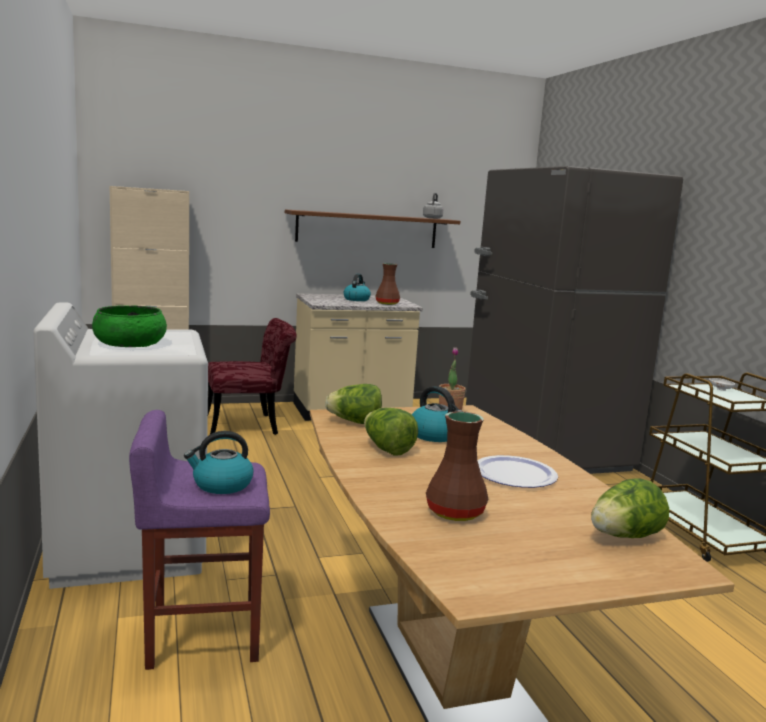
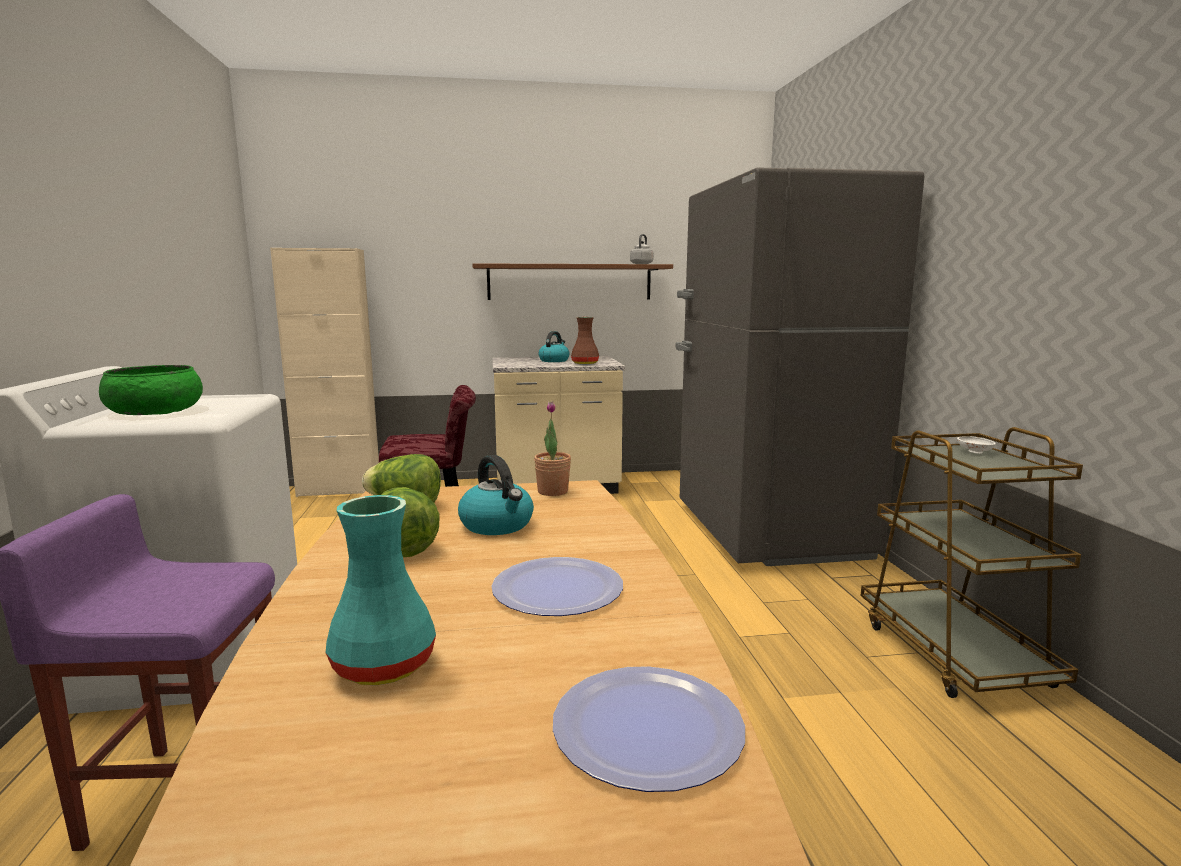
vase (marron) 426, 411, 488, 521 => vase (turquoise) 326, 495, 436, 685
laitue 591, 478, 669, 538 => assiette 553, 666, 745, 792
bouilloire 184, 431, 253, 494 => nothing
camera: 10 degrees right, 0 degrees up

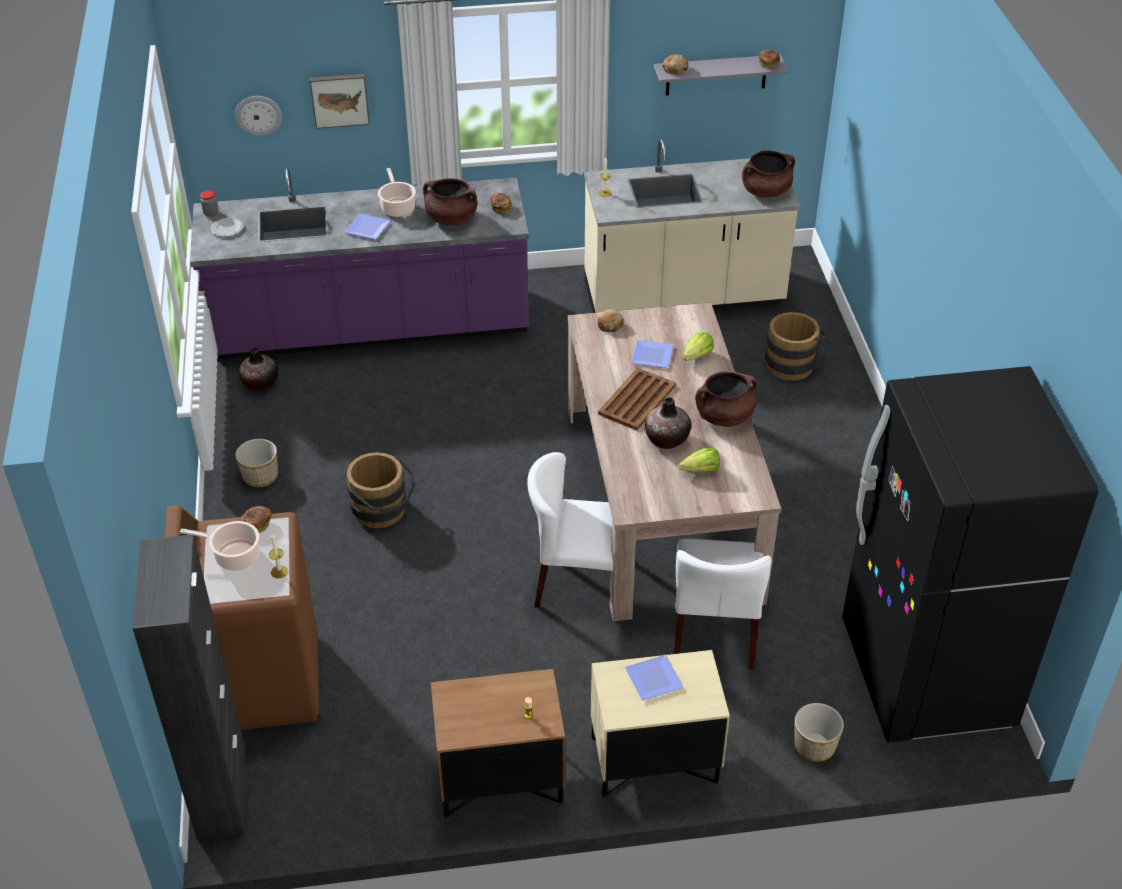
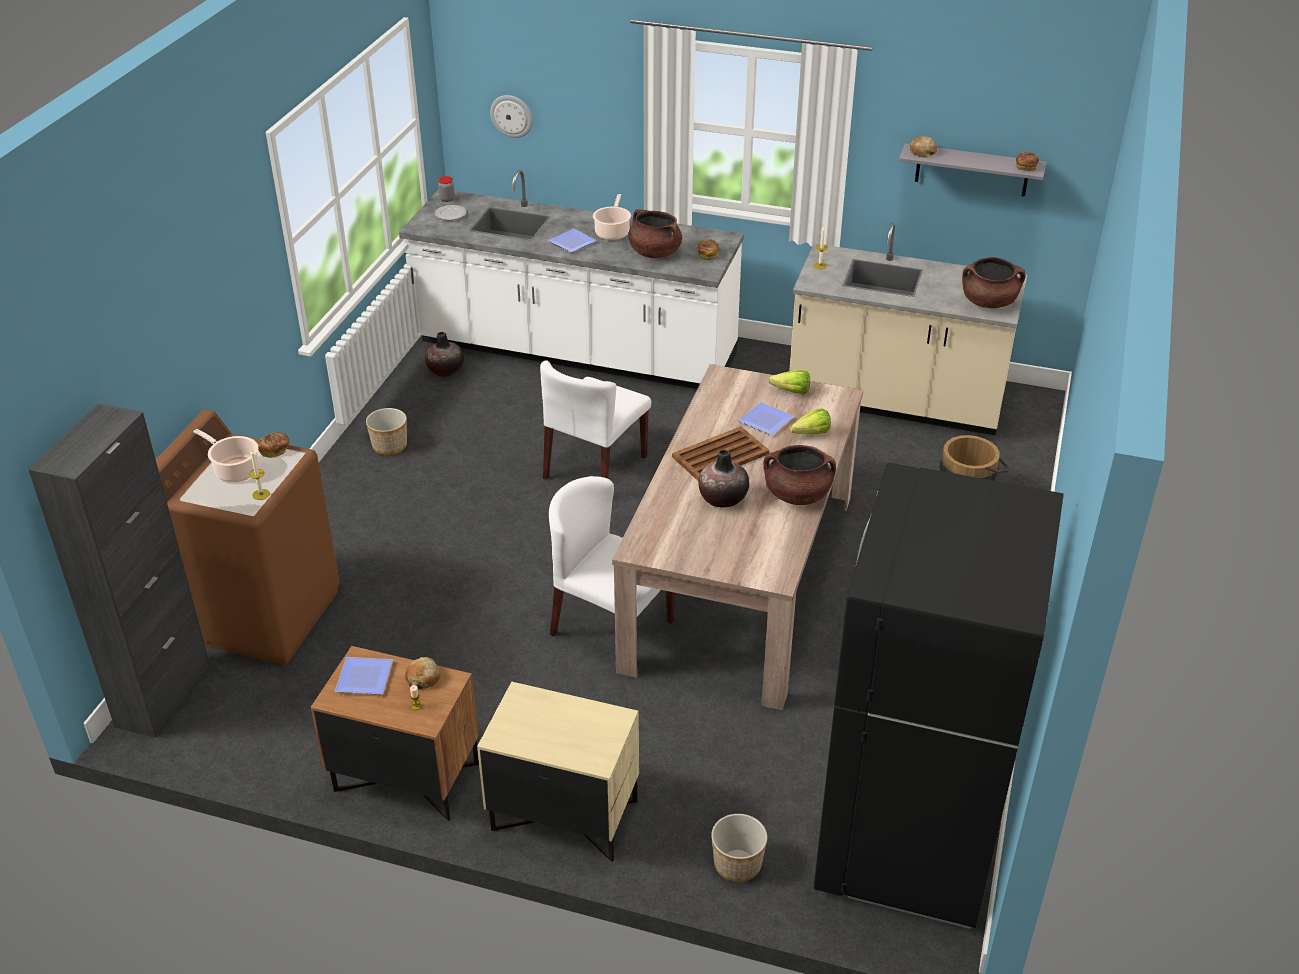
assiette 625, 655, 684, 701 => assiette 335, 657, 393, 695, moved
comptoir de cuisine (violet) 190, 168, 529, 359 => comptoir de cuisine (blanc) 399, 170, 744, 389
pain 598, 309, 624, 332 => pain 405, 657, 441, 689, moved
chaise (blanc) 674, 538, 771, 669 => chaise (blanc) 540, 360, 651, 480, moved
laitue 678, 447, 720, 472 => laitue 769, 370, 810, 395, moved
tableau 310, 74, 370, 129 => nothing
seau (marron) 347, 452, 415, 528 => nothing
camera: 25 degrees right, 5 degrees down

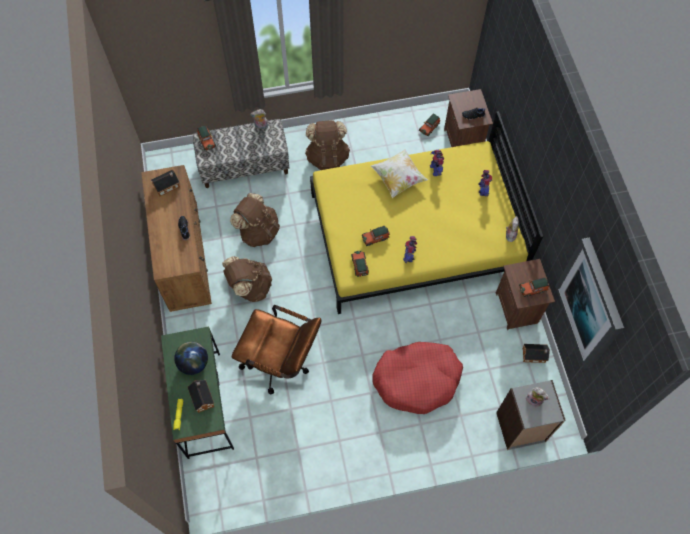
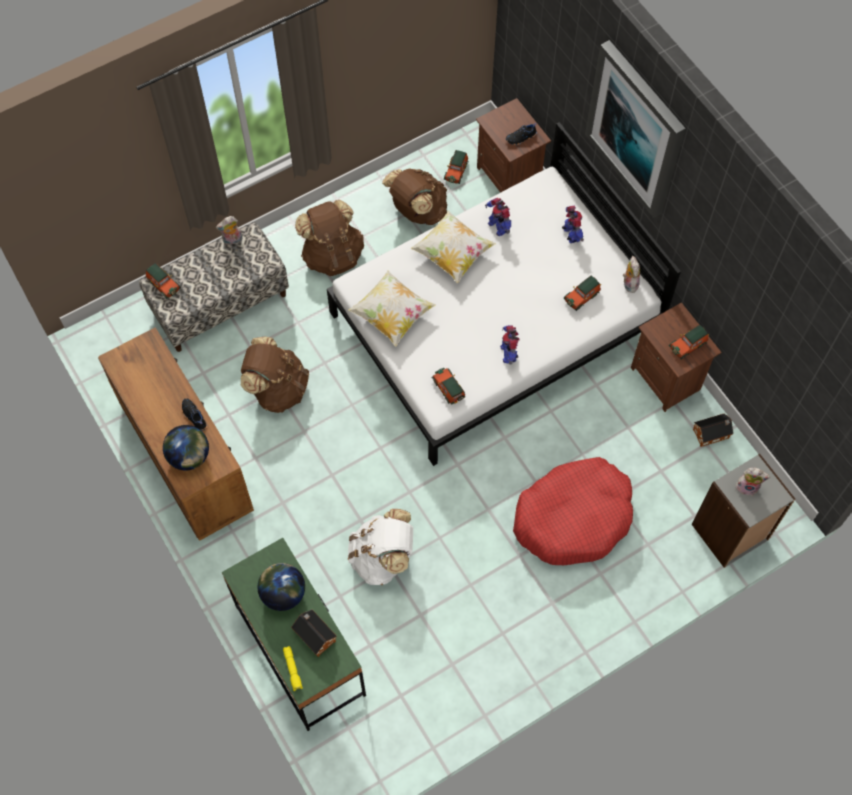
nothing => globe 163, 425, 209, 471
lit (jaune) 310, 111, 543, 314 => lit (blanc) 327, 122, 681, 466
chaise de bureau (marron) 232, 305, 321, 394 => sac à dos (blanc) 348, 509, 413, 585
nothing => coussin 349, 271, 436, 346
sac à dos (marron) 222, 256, 272, 302 => sac à dos (marron) 382, 168, 447, 225, moved
petite voiture 362, 226, 390, 246 => petite voiture 563, 276, 601, 311, moved
tableau 555, 237, 624, 369 => tableau 585, 40, 686, 218, moved
maison miniature 151, 170, 180, 196 => nothing
camera: 20 degrees left, 0 degrees up

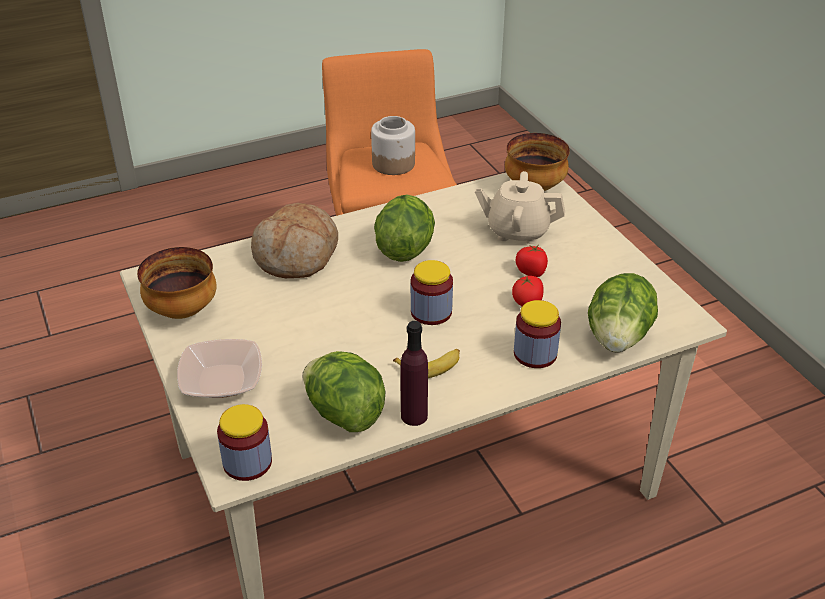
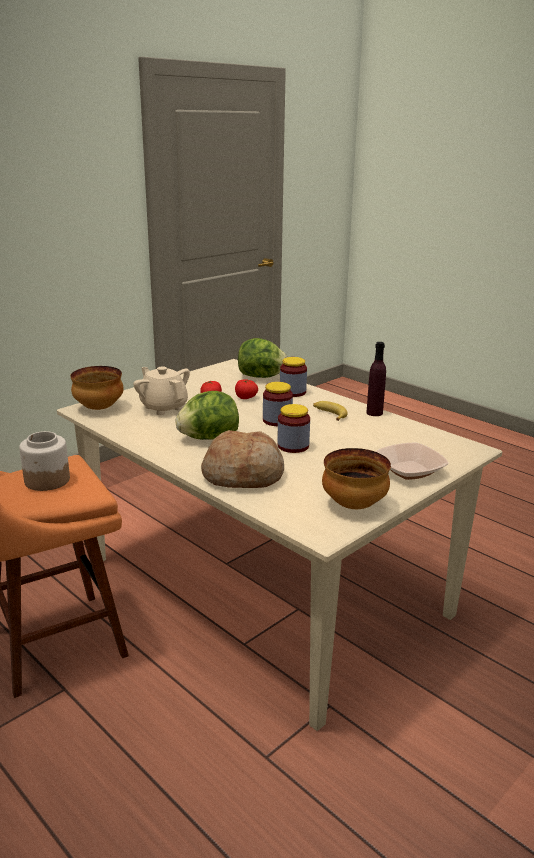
théière (beige) 475, 171, 565, 244 => théière (beige) 133, 366, 190, 415, 150 degrees clockwise
bocal 217, 404, 272, 481 => bocal 277, 404, 310, 453, moved
laitue 303, 351, 386, 432 => nothing
camera: 110 degrees left, 15 degrees down

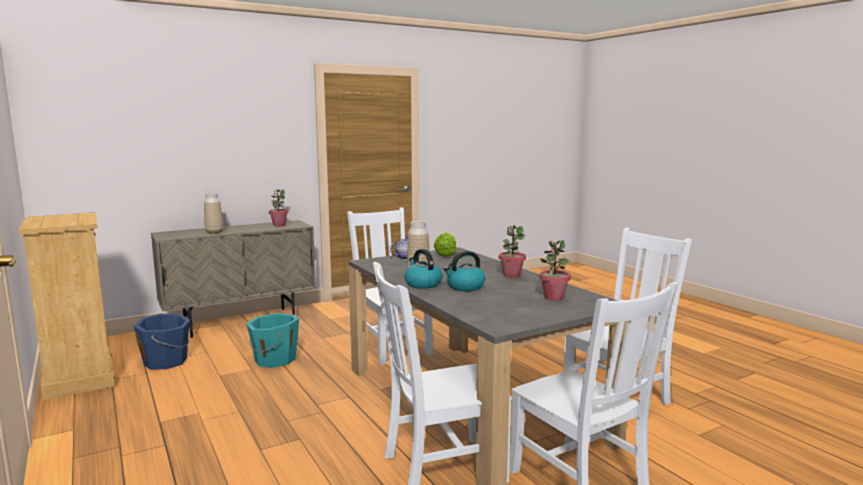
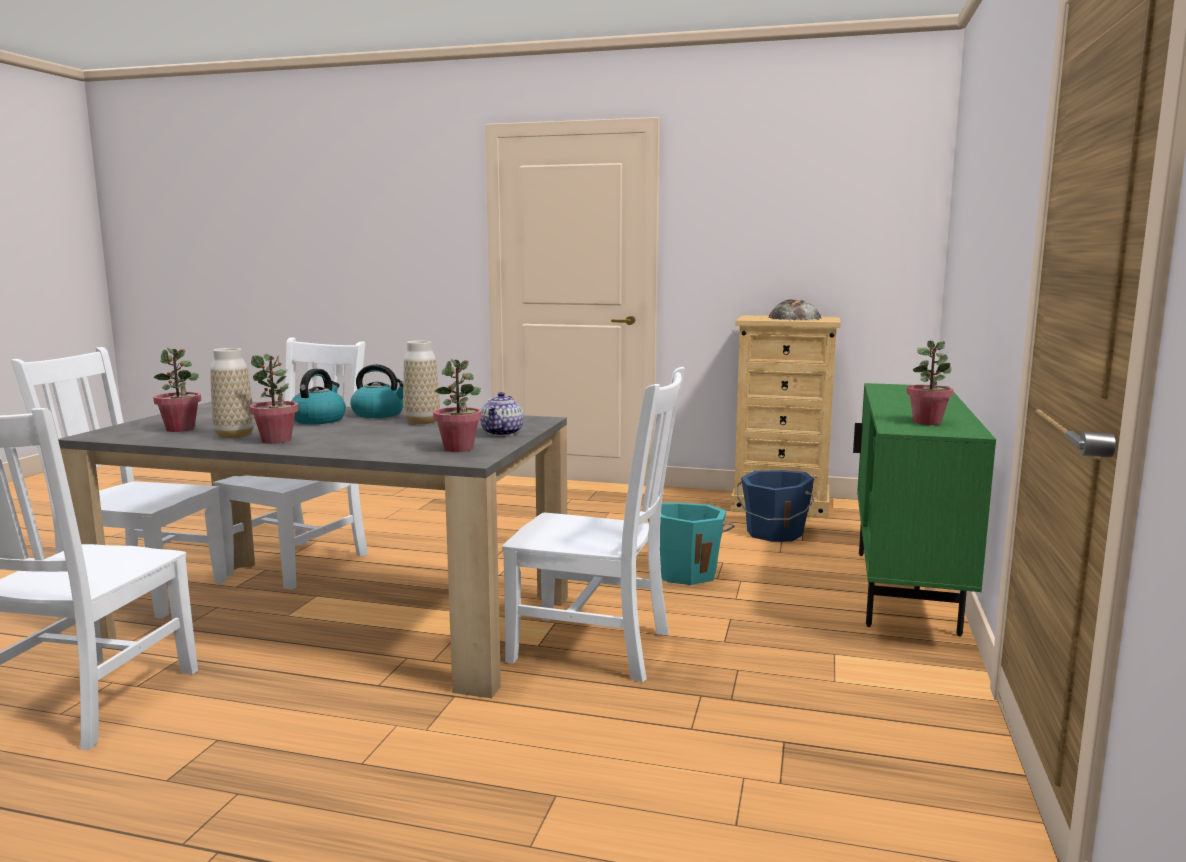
vase 204, 193, 223, 234 => vase 210, 348, 254, 439, moved
laitue 434, 232, 456, 257 => plante en pot 433, 359, 482, 452
nothing => pain 769, 300, 822, 321
meuble de rangement (beige) 151, 220, 316, 338 => meuble de rangement (vert) 853, 383, 996, 636
camera: 135 degrees right, 0 degrees up

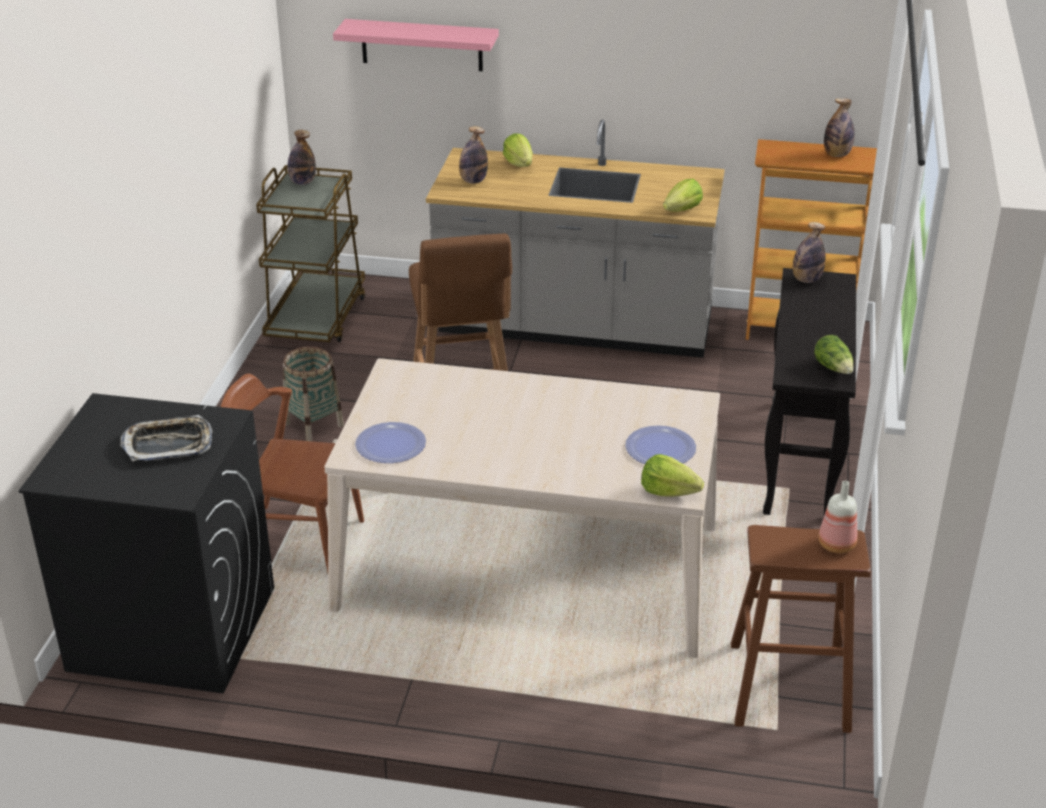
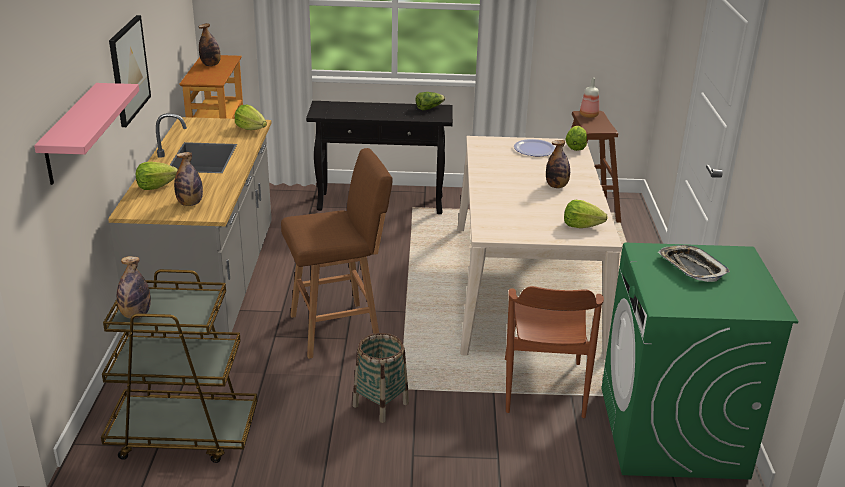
nothing => tableau 109, 15, 151, 127
bouteille 793, 222, 826, 283 => bouteille 546, 140, 570, 188, moved
assiette 355, 422, 426, 463 => laitue 564, 200, 608, 228
lave-linge (noir) 19, 393, 274, 694 => lave-linge (vert) 601, 243, 799, 480
camera: 100 degrees left, 5 degrees down

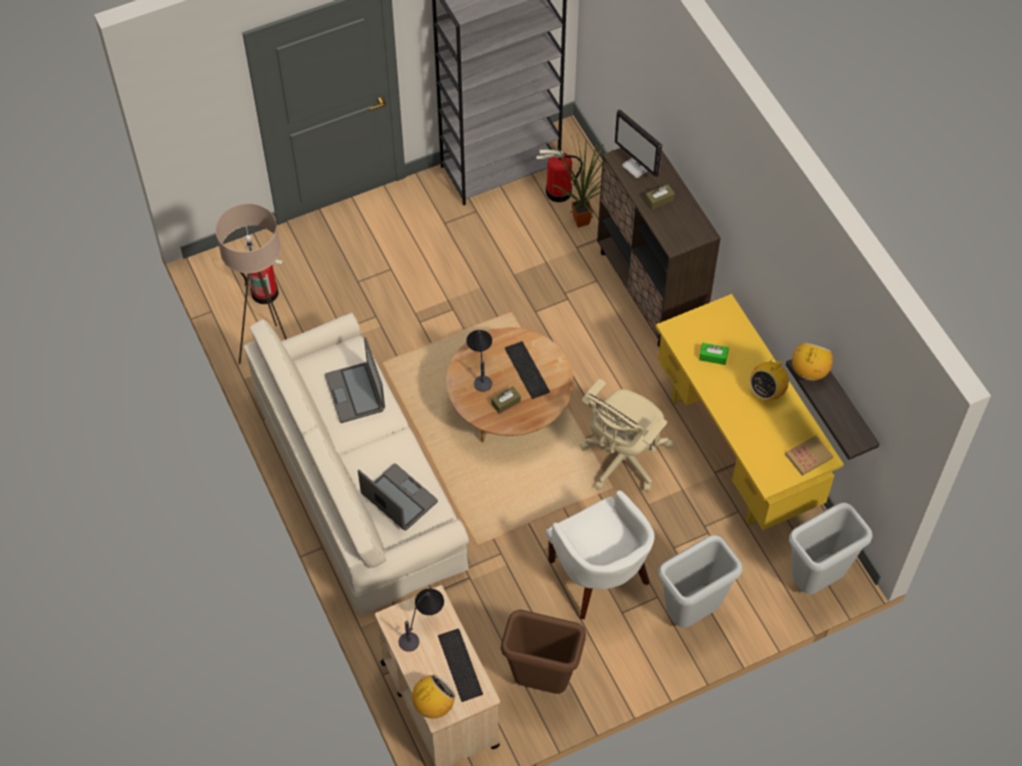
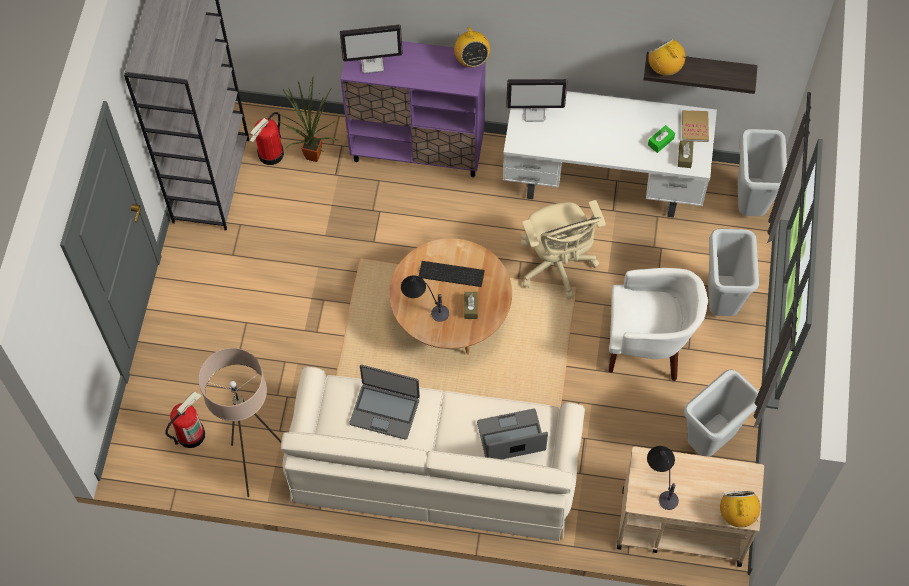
meuble de rangement (marron) 597, 148, 721, 347 => meuble de rangement (violet) 340, 41, 486, 177
radio 750, 359, 789, 400 => radio 454, 27, 490, 68, moved
bureau (jaune) 656, 294, 844, 530 => bureau (blanc) 503, 91, 717, 217
nothing => écran d'ordinateur 506, 79, 567, 122
boîte à mouchoirs (vert) 699, 343, 729, 365 => boîte à mouchoirs (vert) 648, 125, 675, 153, moved
boîte à mouchoirs (marron) 645, 184, 675, 210 => boîte à mouchoirs (marron) 678, 140, 694, 168, moved
poubelle (marron) 501, 610, 586, 694 => poubelle (gris) 684, 369, 759, 457
clavier 438, 628, 483, 702 => nothing
camera: 55 degrees left, 5 degrees up

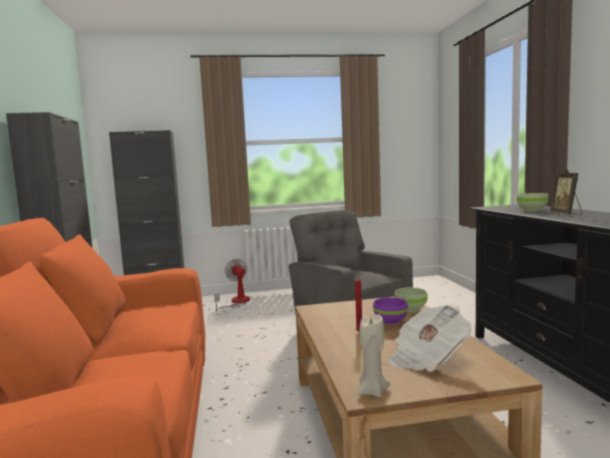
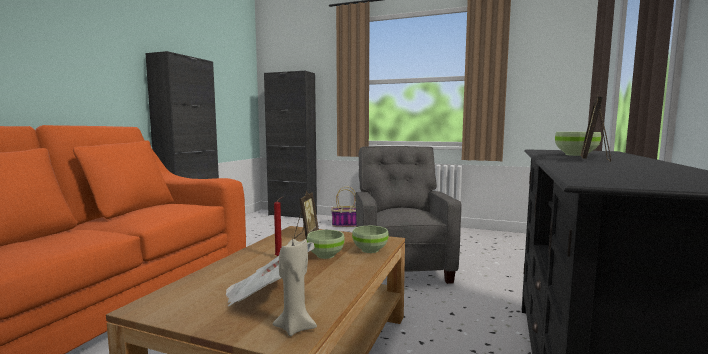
bougie (beige) 357, 314, 390, 397 => bougie (beige) 273, 239, 317, 336, moved
nothing => cadre photo 294, 191, 319, 239
bol (violet) 373, 297, 408, 324 => bol (vert) 307, 230, 345, 259
ventilateur 214, 258, 250, 312 => panier 331, 186, 356, 227
camera: 30 degrees right, 0 degrees up

